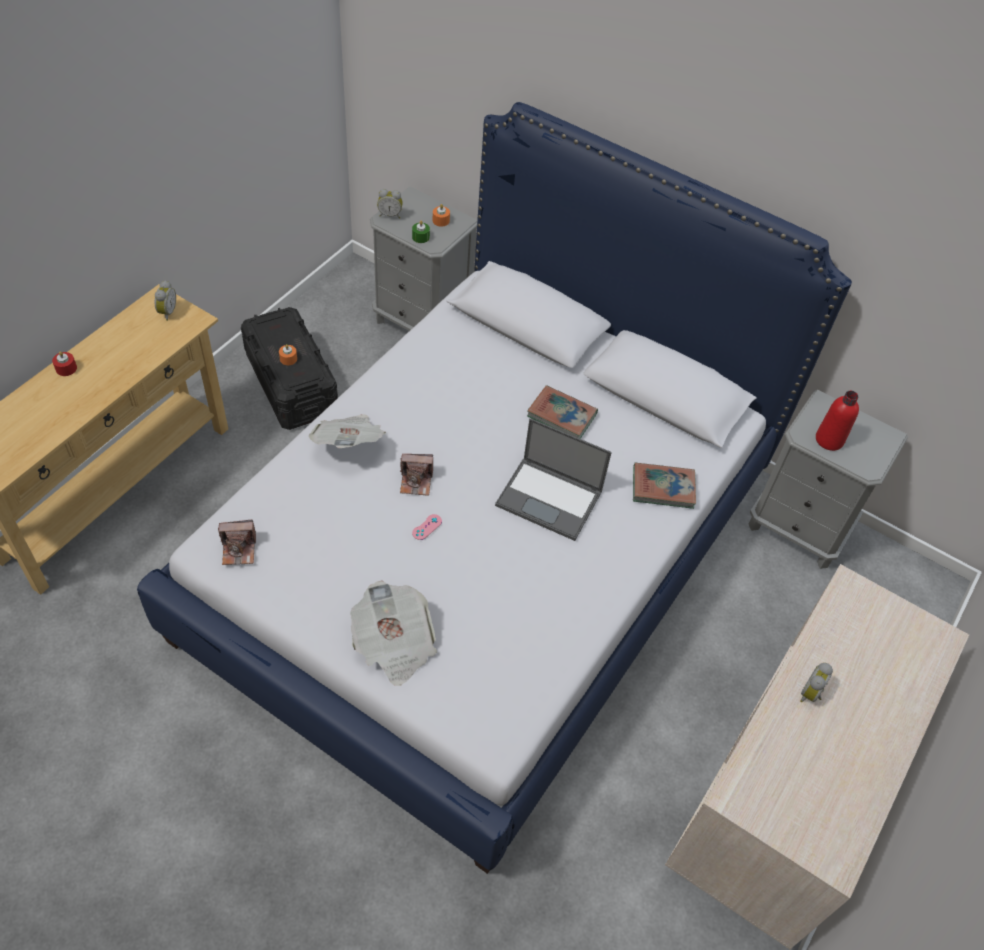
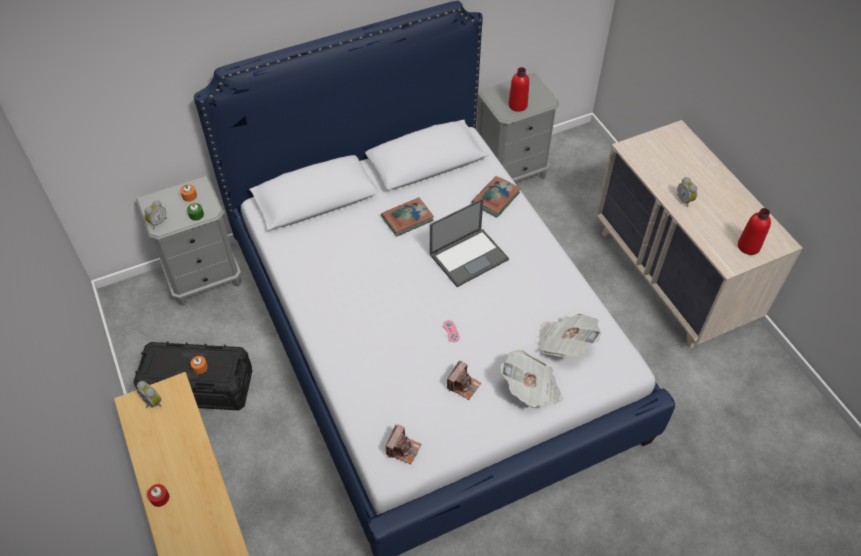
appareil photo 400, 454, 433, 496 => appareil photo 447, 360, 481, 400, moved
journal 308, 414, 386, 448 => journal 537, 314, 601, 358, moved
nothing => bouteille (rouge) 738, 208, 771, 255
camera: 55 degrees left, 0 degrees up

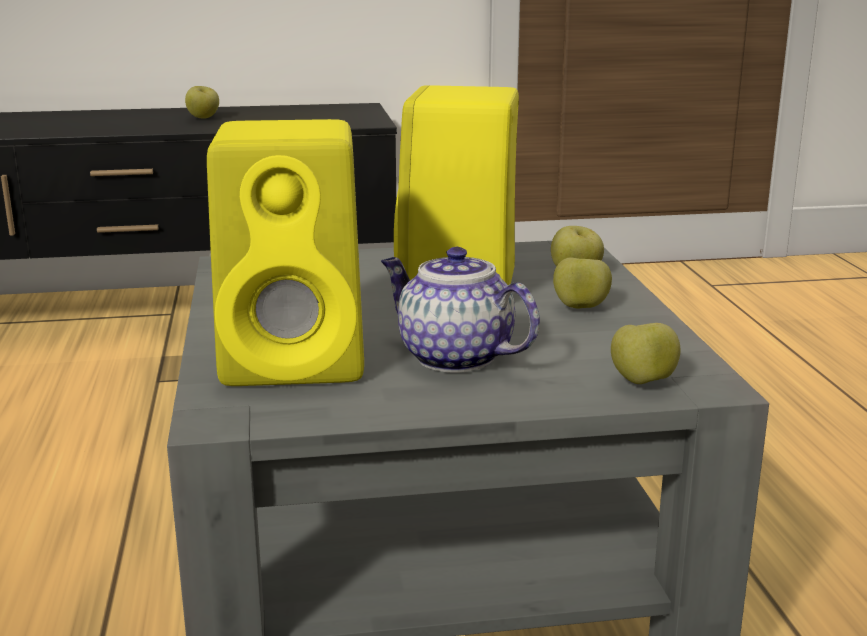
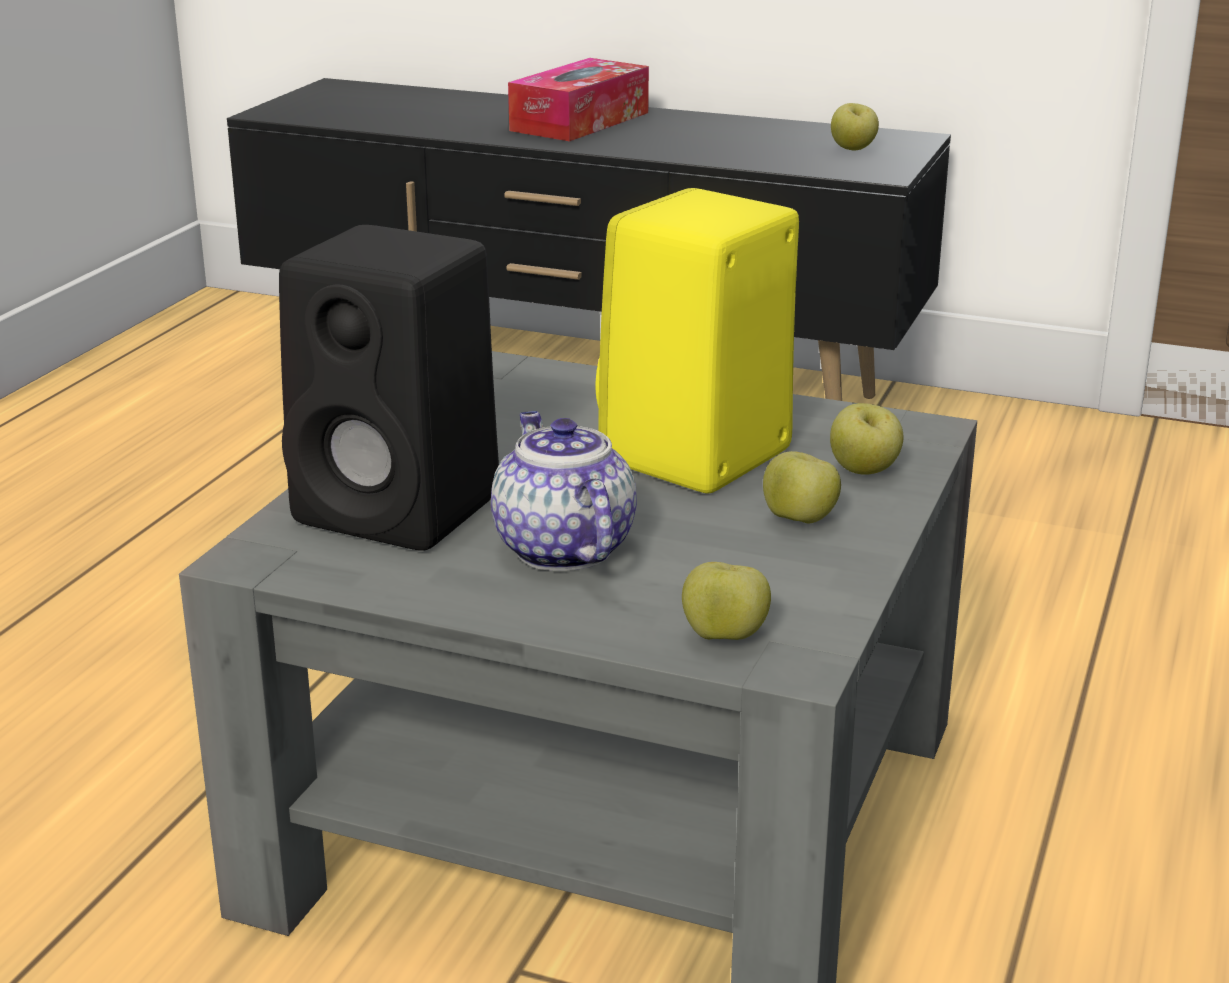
enceinte (jaune) 207, 119, 364, 386 => enceinte (noir) 279, 225, 499, 551
nothing => boîte à mouchoirs 508, 58, 649, 141
pomme 185, 86, 219, 119 => pomme 831, 103, 879, 150, moved
camera: 30 degrees right, 5 degrees up

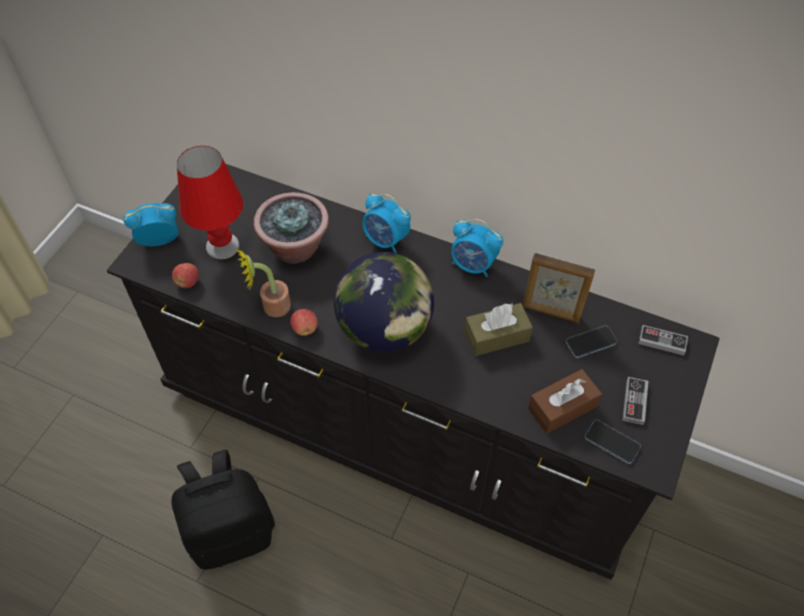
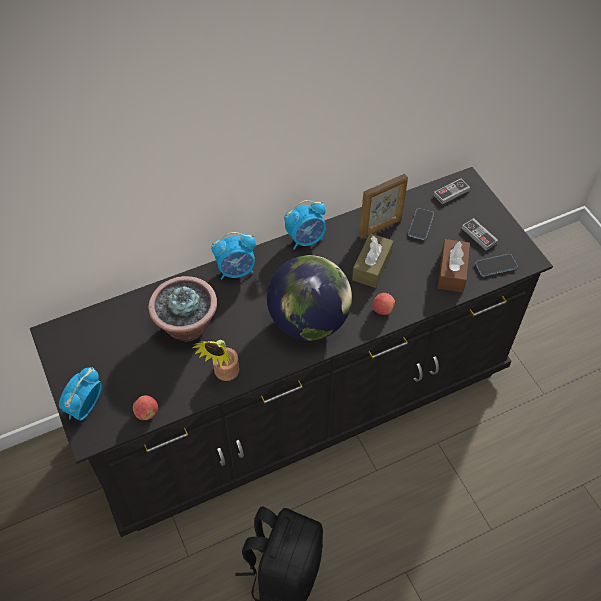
pomme 290, 309, 318, 336 => pomme 372, 293, 395, 315, moved
lampe de table (rouge) 177, 146, 243, 259 => nothing
camera: 50 degrees left, 0 degrees up

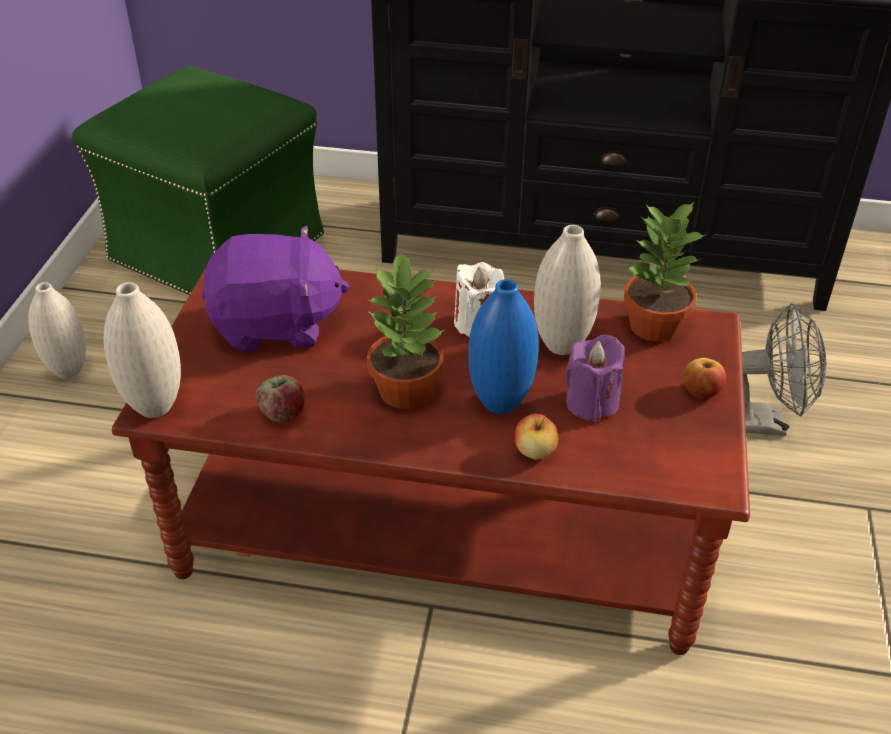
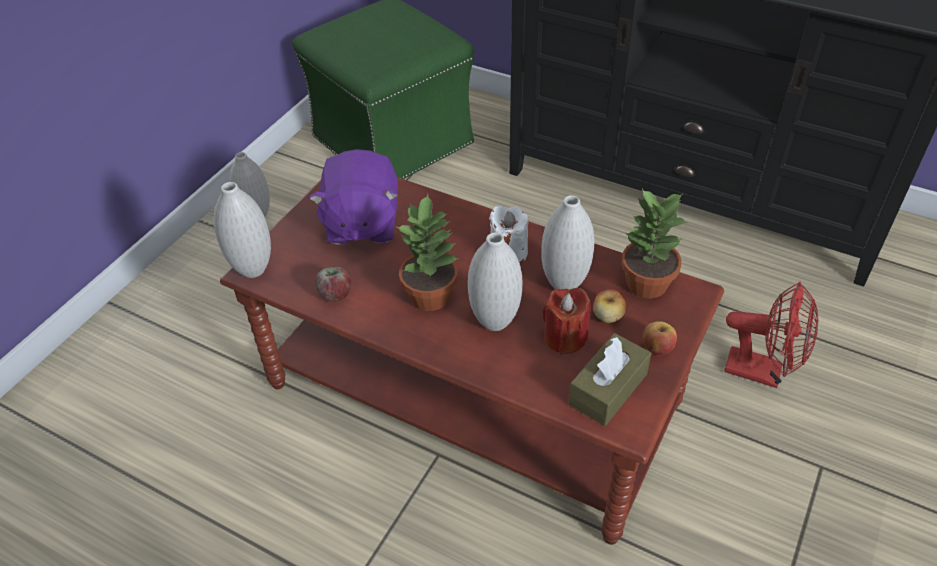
peluche (violet) 202, 226, 350, 351 => peluche (violet) 309, 149, 398, 245, 75 degrees clockwise
vase (bleu) 468, 279, 539, 414 => vase (blanc) 468, 233, 522, 331
bougie (violet) 566, 335, 625, 422 => bougie (rouge) 542, 288, 591, 355
nothing => boîte à mouchoirs (marron) 568, 333, 652, 426
pomme 515, 414, 559, 460 => pomme 593, 289, 626, 323, moved
ventilateur (gris) 742, 303, 826, 436 => ventilateur (rouge) 724, 282, 819, 388
camera: 20 degrees right, 5 degrees up

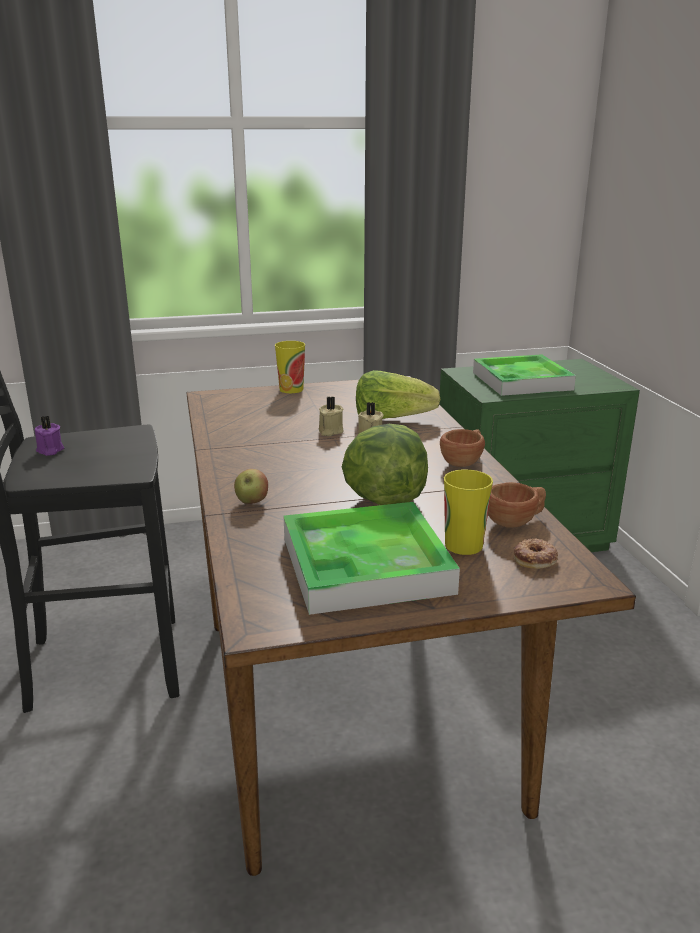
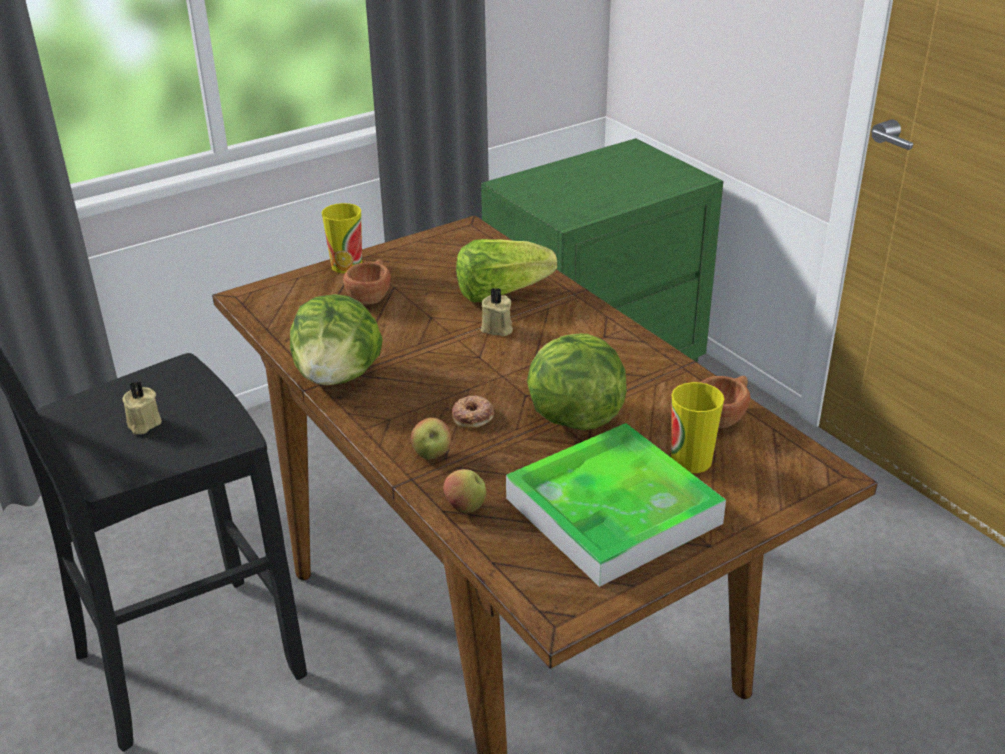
bougie (beige) 319, 396, 344, 436 => bougie (beige) 123, 381, 162, 434, moved
nothing => laitue 290, 294, 383, 385
tasse (marron) 440, 429, 485, 467 => tasse (marron) 343, 259, 391, 305, moved
nothing => pomme 443, 469, 486, 513
beignet 514, 538, 558, 569 => beignet 452, 395, 494, 428, moved
bougie (violet) 35, 416, 64, 456 => nothing
plateau 473, 354, 576, 396 => nothing
camera: 20 degrees left, 10 degrees up

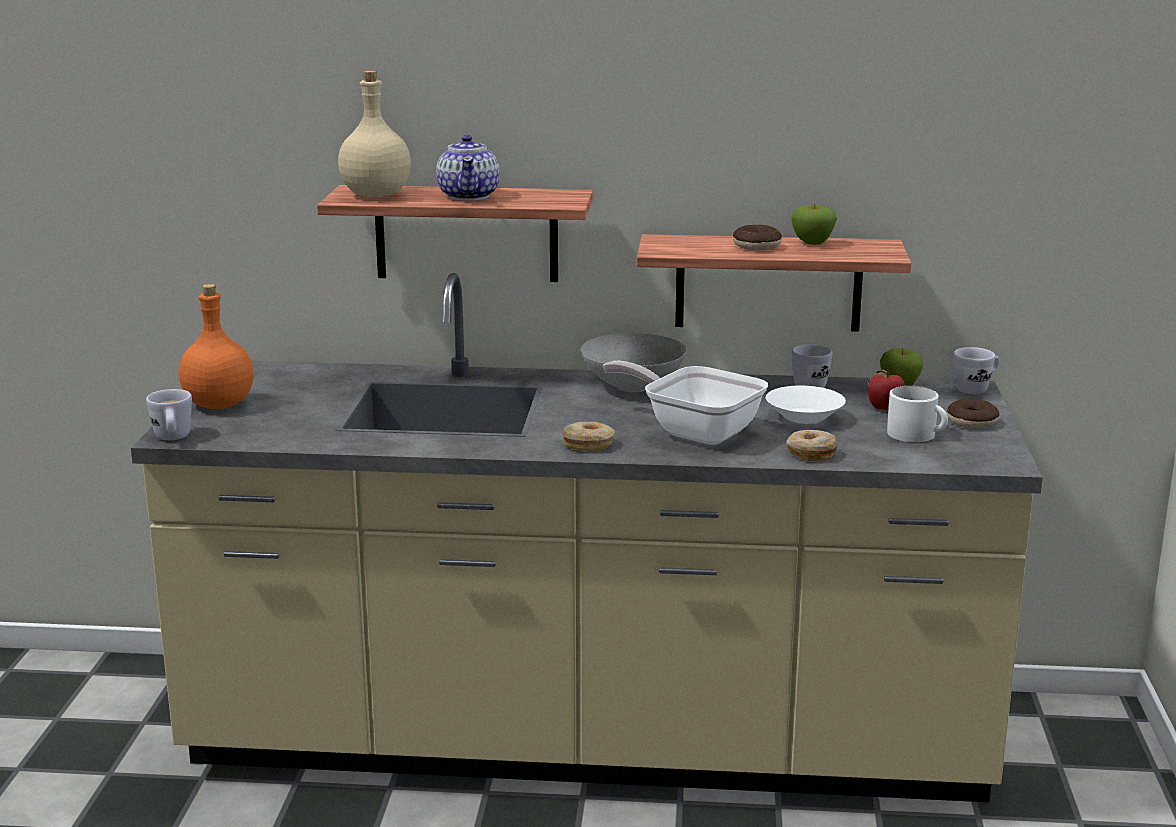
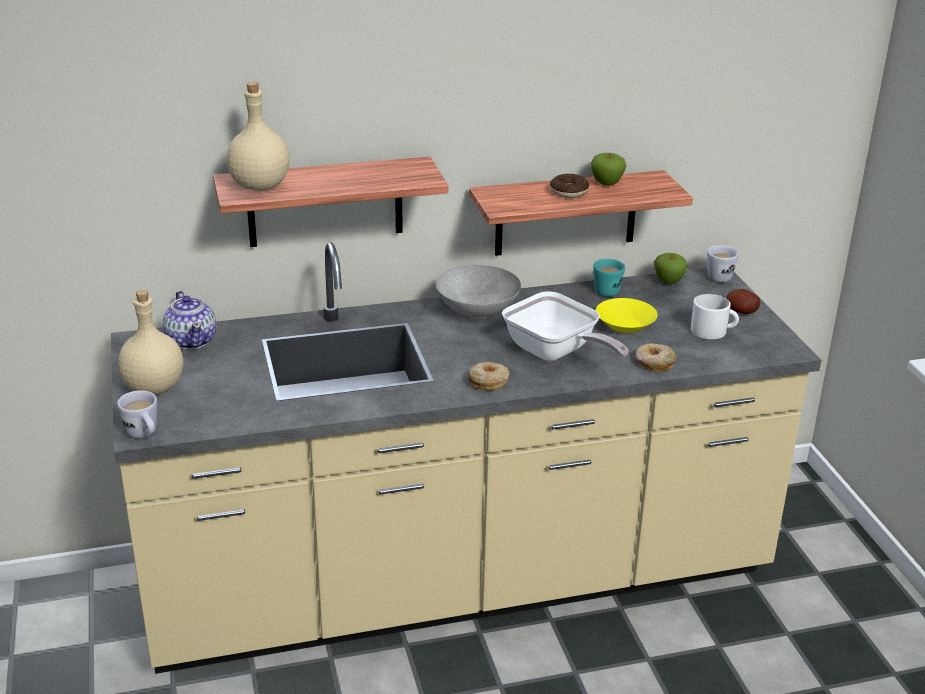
bouteille (orange) 179, 284, 254, 409 => bouteille (beige) 118, 290, 183, 395
théière 436, 135, 500, 201 => théière 163, 291, 216, 350, moved
poêle 603, 361, 768, 445 => poêle 502, 291, 629, 361, 150 degrees counterclockwise
mug (blanc) 791, 344, 832, 388 => mug (turquoise) 593, 259, 625, 297
bol (blanc) 766, 386, 846, 424 => bol (jaune) 596, 298, 657, 333
beignet 947, 399, 1000, 428 => pomme de terre 726, 289, 760, 314
pomme 868, 370, 905, 410 => nothing
camera: 20 degrees left, 10 degrees up

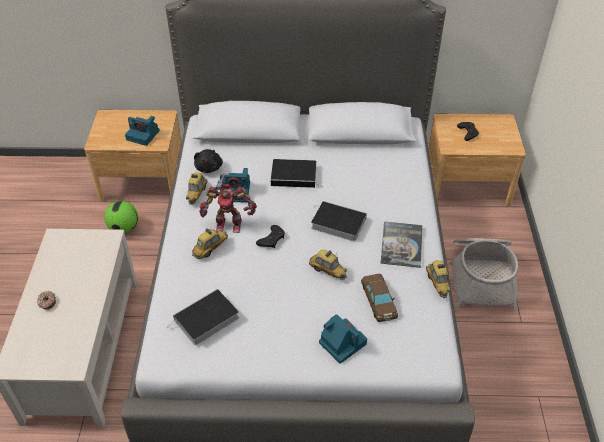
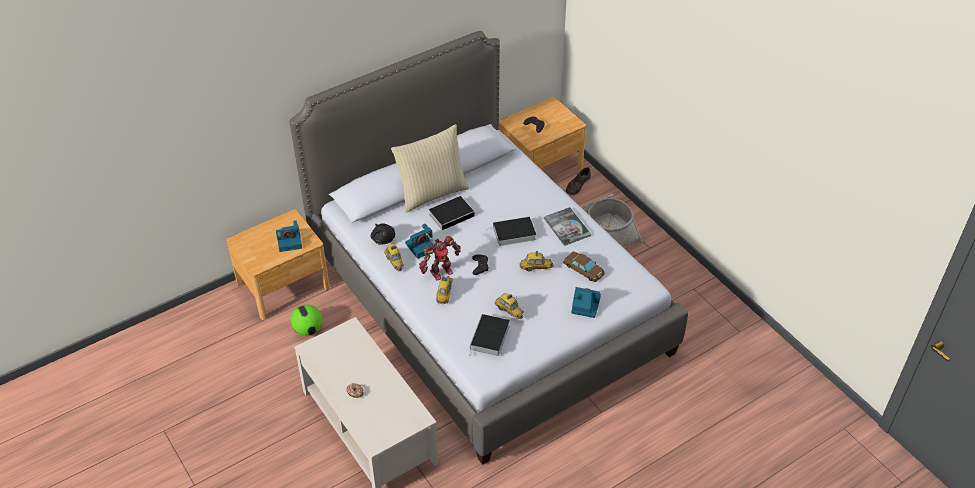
nothing => coussin (beige) 391, 124, 469, 213
petite voiture 426, 260, 451, 298 => petite voiture 495, 293, 524, 319, moved
nothing => chaussure (marron) 566, 167, 591, 195
camera: 35 degrees left, 0 degrees up

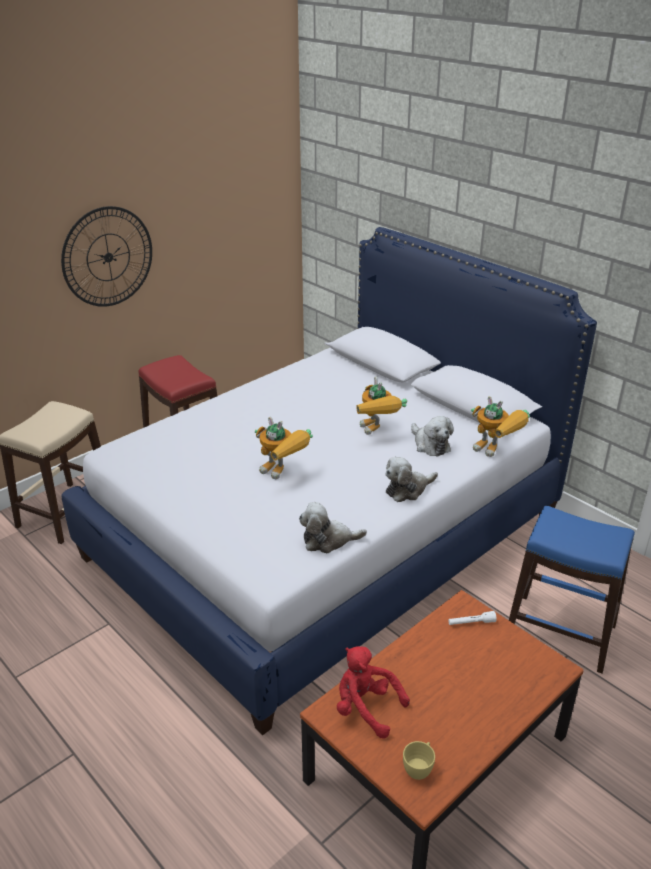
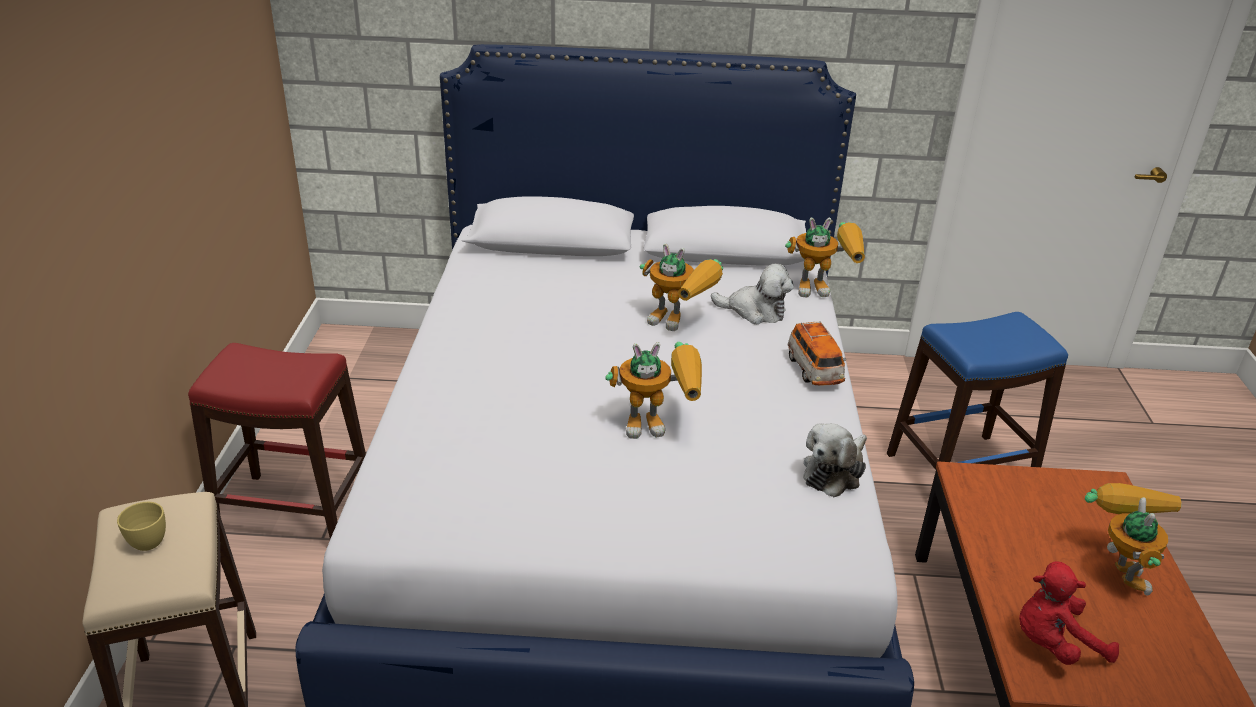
tasse (jaune) 403, 741, 435, 780 => tasse (jaune) 117, 502, 166, 551, moved
peluche 385, 457, 438, 502 => petite voiture 788, 321, 846, 386
nothing => robot jouet 1085, 483, 1181, 595
horloge murale 61, 206, 152, 307 => nothing
lampe de poche (blanc) 448, 611, 497, 625 => nothing
camera: 45 degrees left, 0 degrees up

